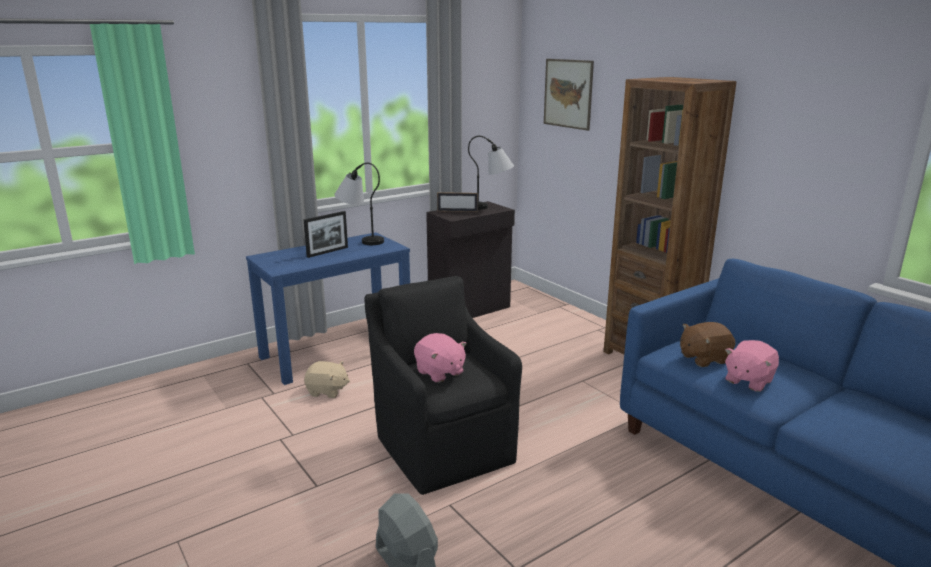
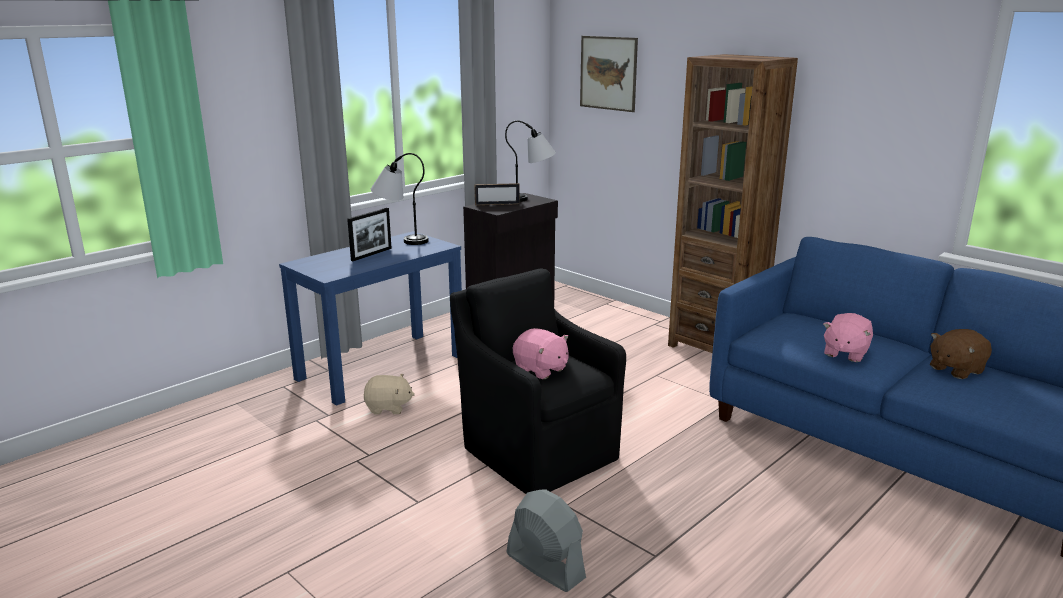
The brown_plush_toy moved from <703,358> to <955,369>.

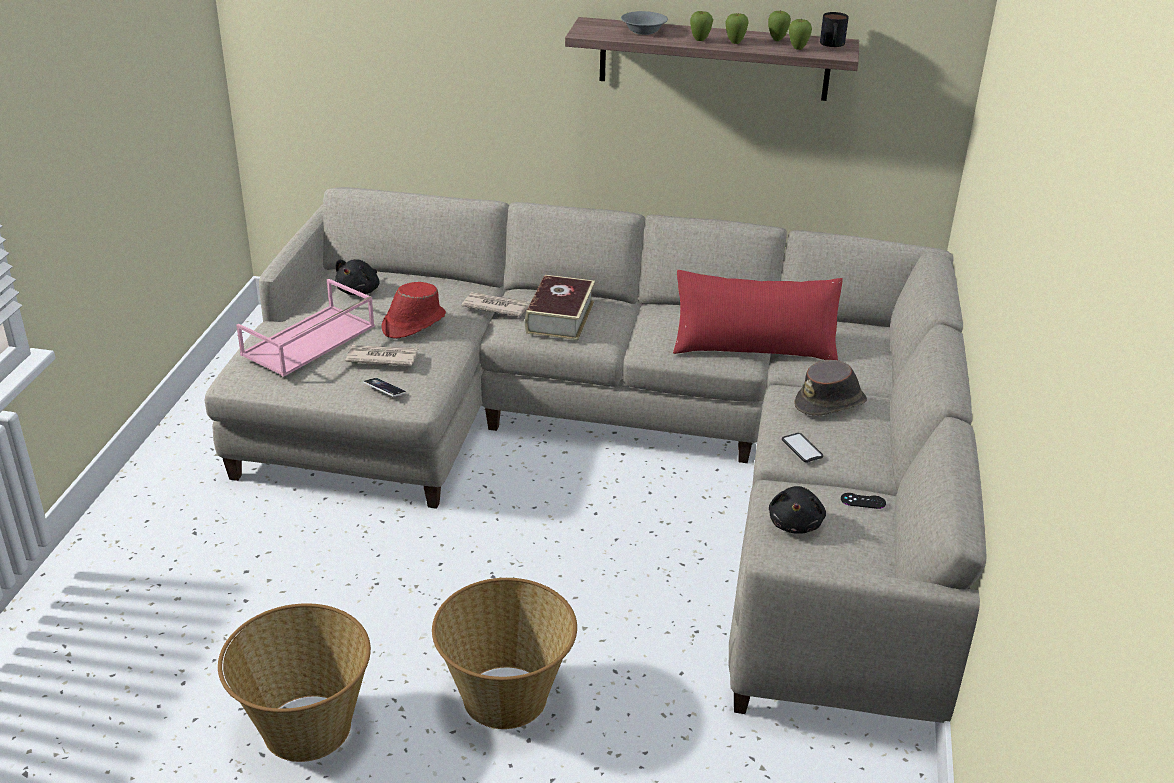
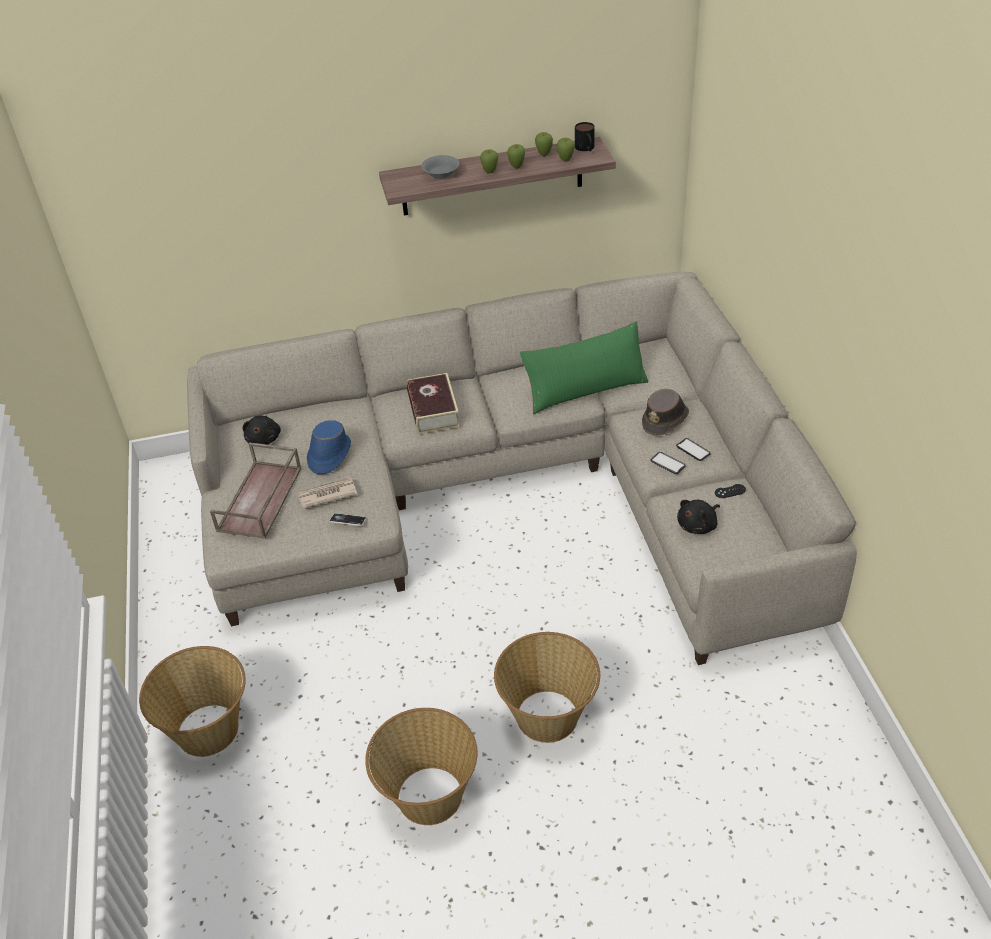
The basket at <209,730> appeared.
The pink_tray at <308,341> became the brown_tray at <260,500>.
The red_hat at <413,323> became the blue_hat at <329,455>.
The red_pillow at <754,348> became the green_pillow at <585,389>.
The phone at <693,450> appeared.
The black_plush_toy at <795,524> turned 60 degrees clockwise.
The newspaper at <495,306> disappeared.

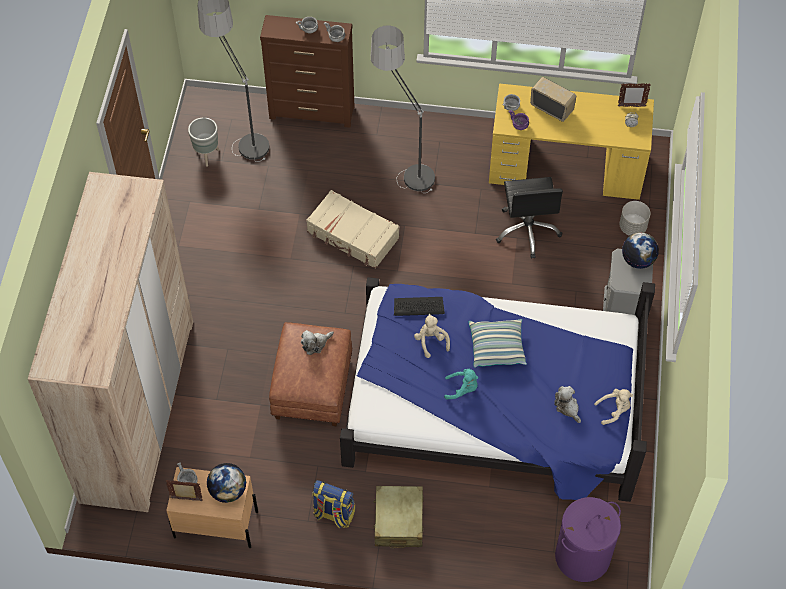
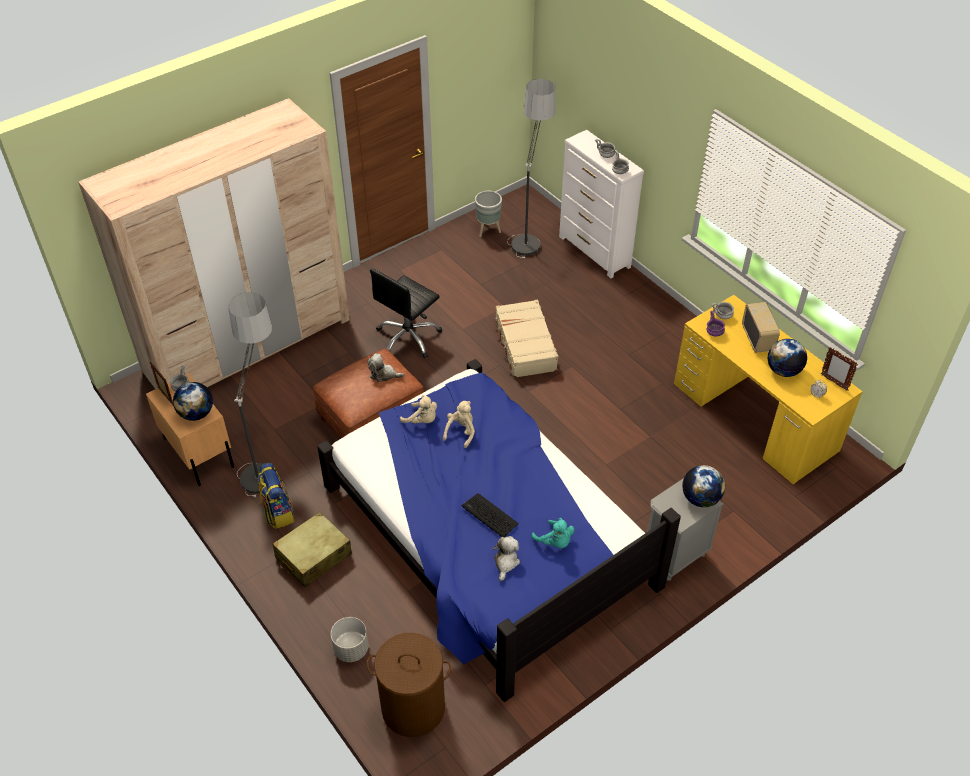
The floor_lamp moved from <403,163> to <265,457>.
The grey_planter moved from <633,227> to <351,649>.
The purple_laundry_basket at <582,556> became the brown_laundry_basket at <413,708>.
The black_office_chair moved from <527,230> to <408,337>.
The beige_plush_toy moved from <614,410> to <422,420>.
The keyboard moved from <418,307> to <489,515>.
The turquoise_plush_toy moved from <462,389> to <555,542>.
The brown_dresser at <312,112> became the white_dresser at <594,252>.
The globe at <783,370> appeared.
The pillow at <497,347> disappeared.

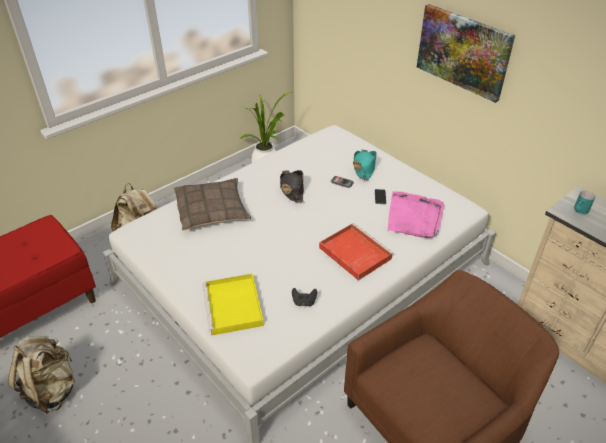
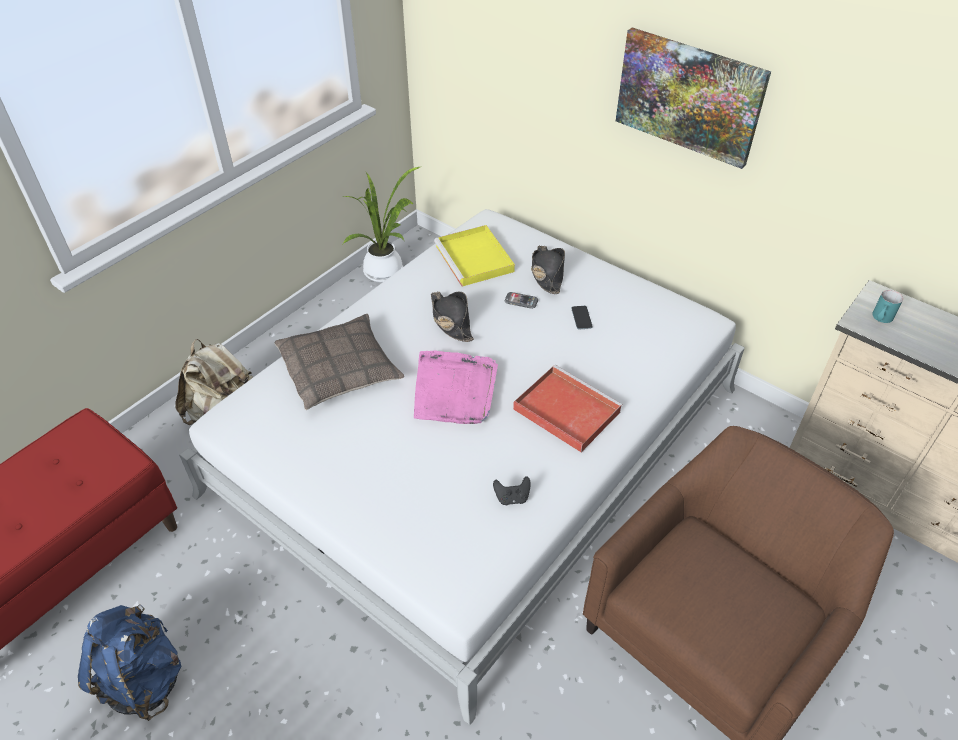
The beige_backpack at <52,389> became the blue_backpack at <144,679>.
The pink_tray moved from <414,217> to <454,390>.
The yellow_tray moved from <234,307> to <475,259>.
The turquoise_hat at <364,167> became the black_hat at <547,273>.

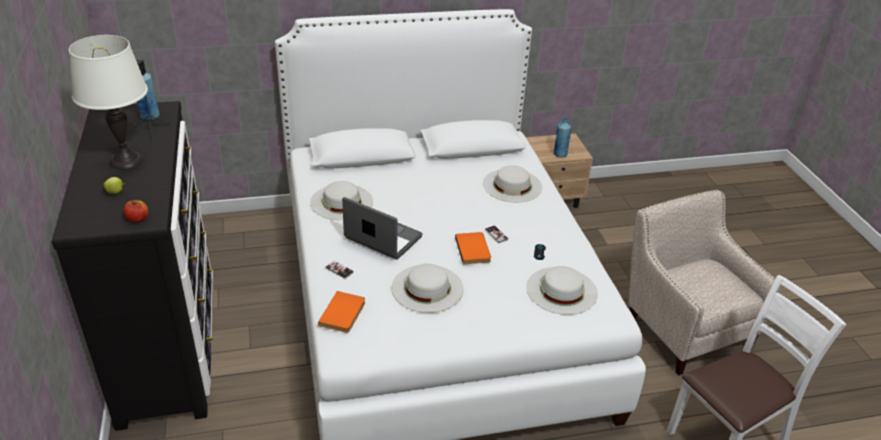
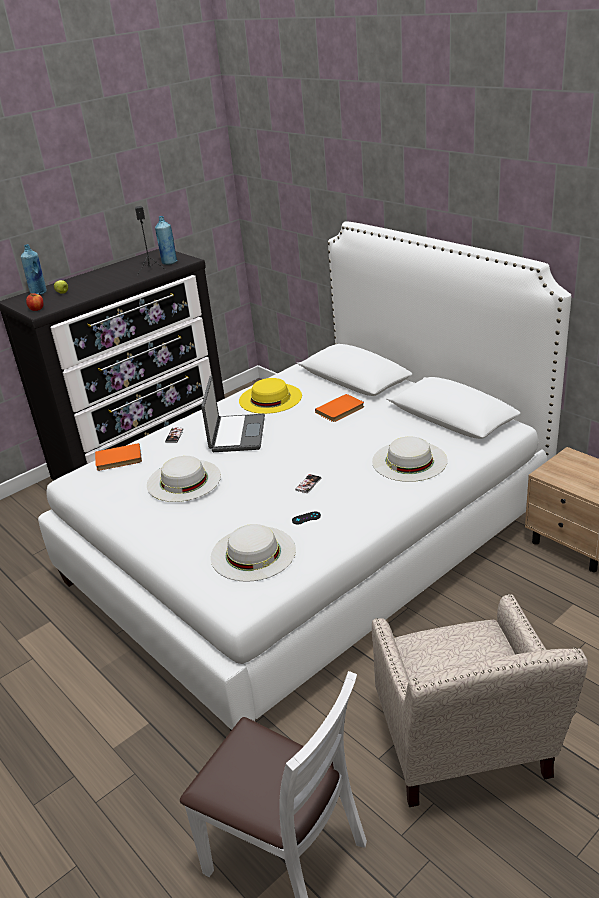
The blue_bottle moved from <560,154> to <39,293>.
The white_hat at <341,202> became the yellow_hat at <270,398>.
The orange_book moved from <474,249> to <341,410>.
The beige_armchair at <683,327> turned 135 degrees clockwise.
The white_table_lamp at <126,161> disappeared.

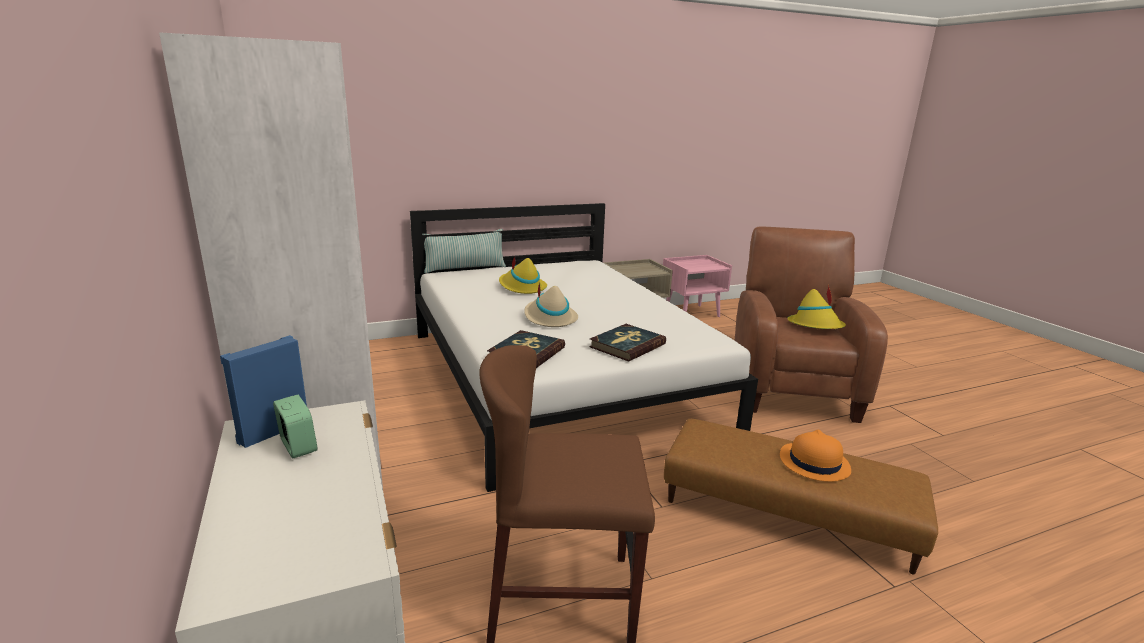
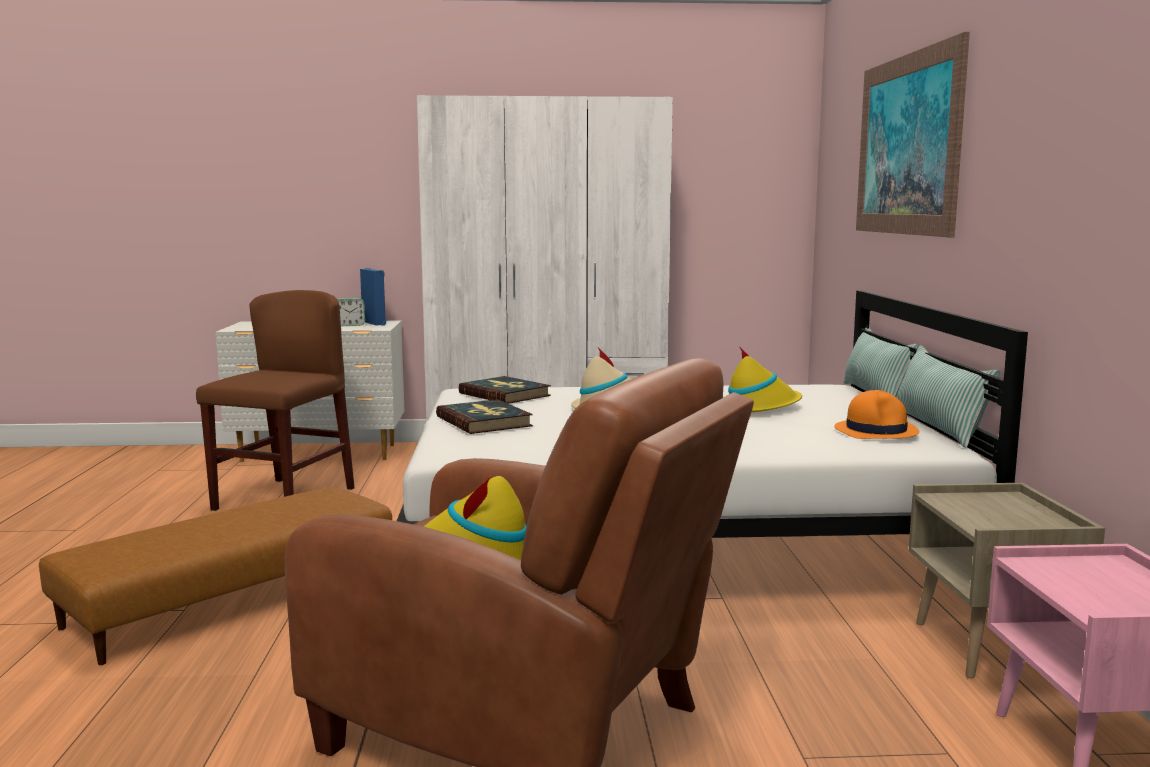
The orange_hat moved from <813,463> to <876,431>.
The picture at <906,145> appeared.
The pillow at <938,428> appeared.

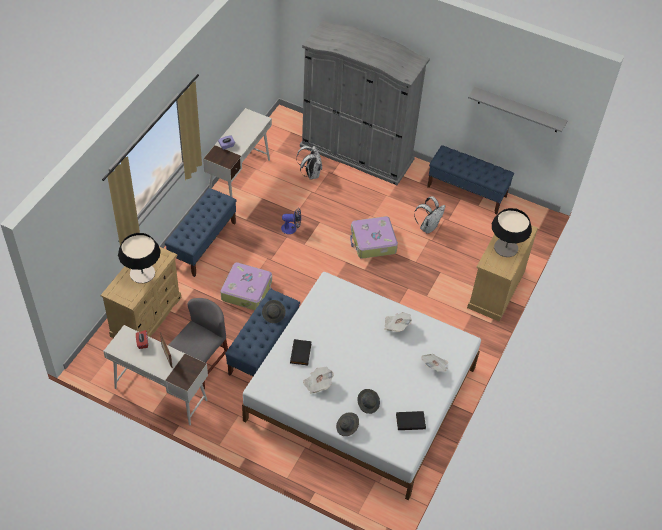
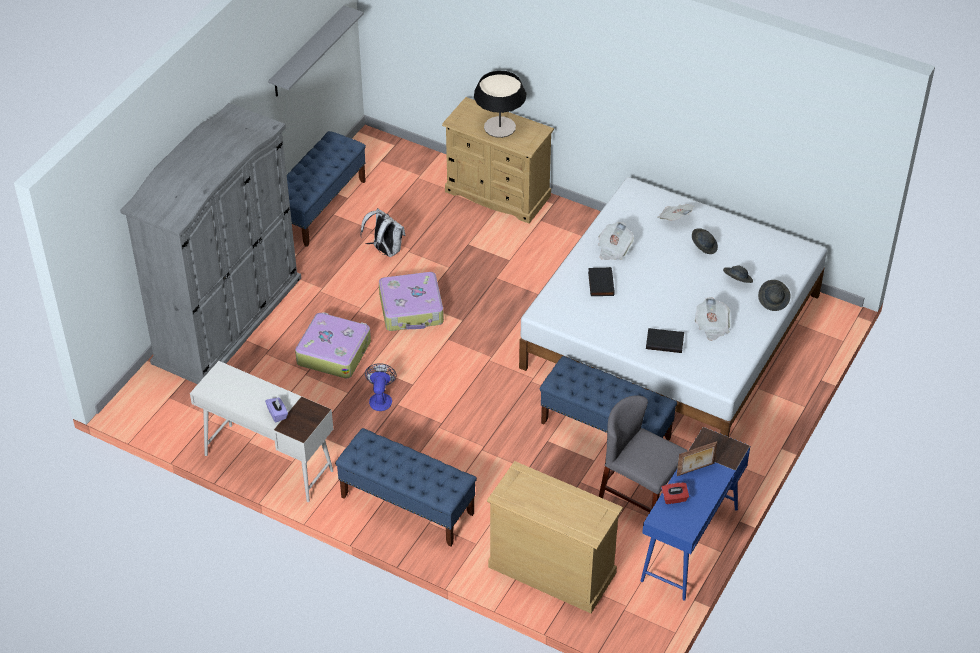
The suitcase moved from <247,291> to <333,352>.
The black_book moved from <410,421> to <600,283>.
The white_desk at <160,394> became the blue_desk at <689,545>.
The grey_hat moved from <274,315> to <704,246>.
The table_lamp at <142,273> disappeared.
The white_backpack at <310,174> disappeared.

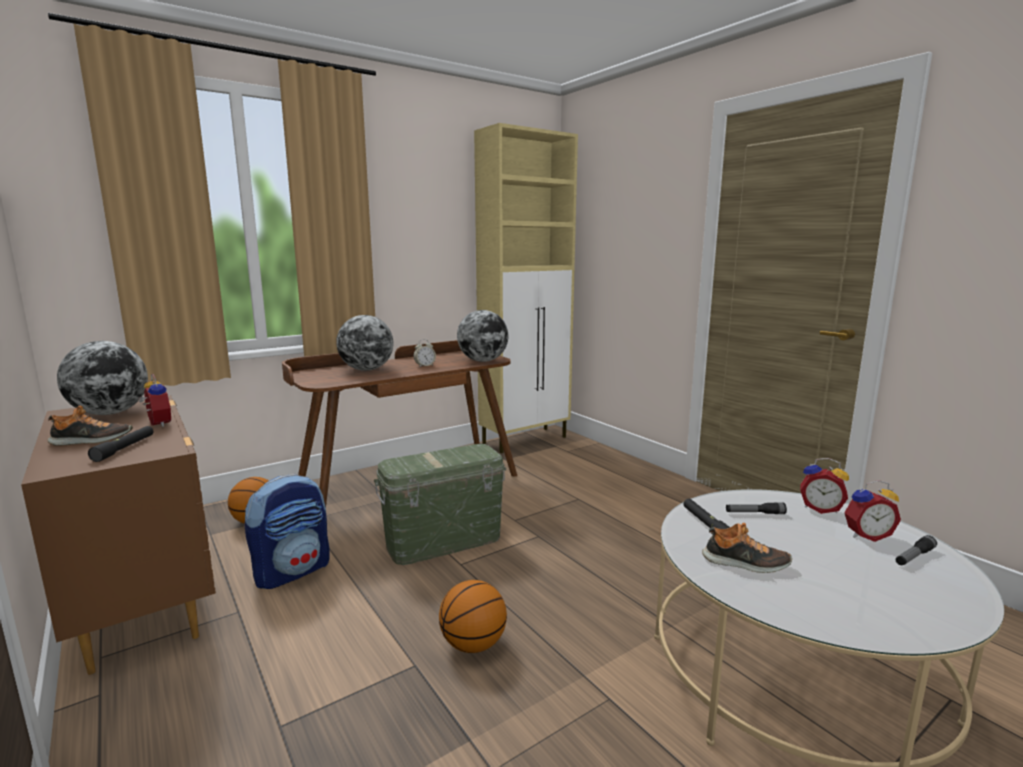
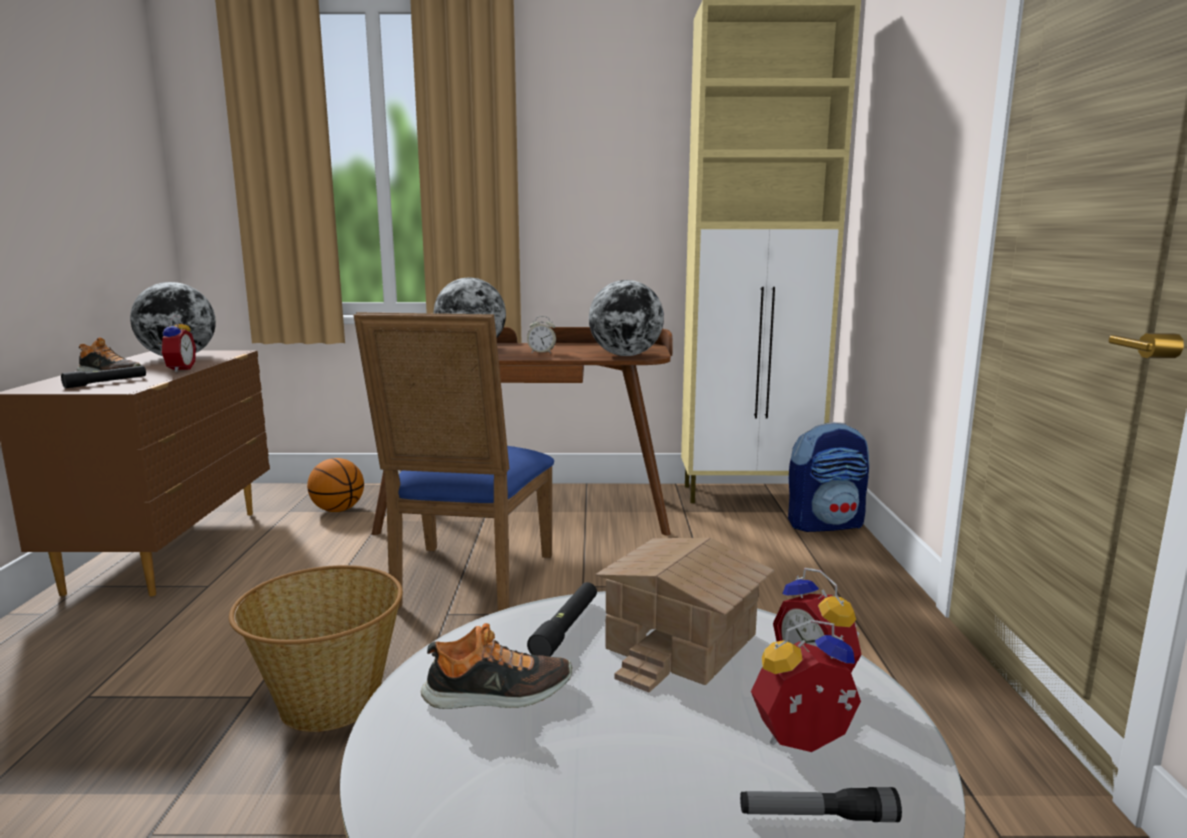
The basketball at <473,644> was replaced by the basket at <328,702>.
The green_storage_box at <443,541> was replaced by the blue_chair at <467,584>.
The shoe at <745,563> turned 60 degrees counterclockwise.
The flashlight at <754,513> was replaced by the toy_house at <678,640>.
The alarm_clock at <866,535> turned 135 degrees clockwise.
The backpack moved from <293,571> to <825,524>.

